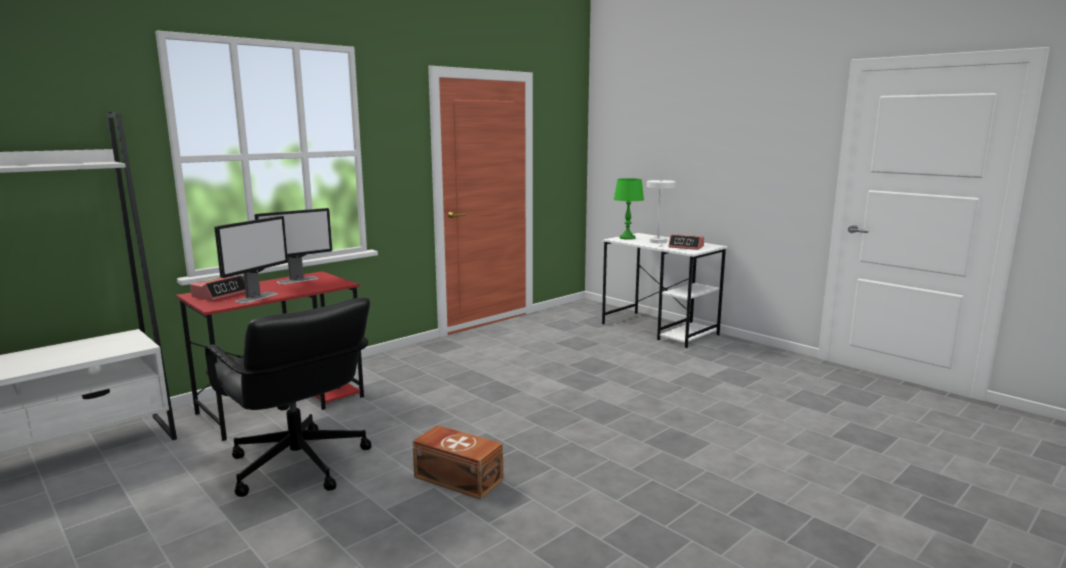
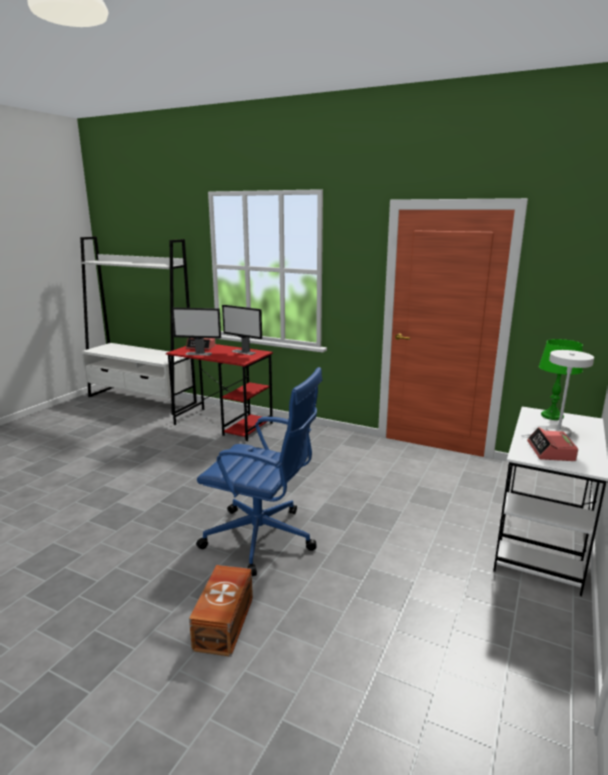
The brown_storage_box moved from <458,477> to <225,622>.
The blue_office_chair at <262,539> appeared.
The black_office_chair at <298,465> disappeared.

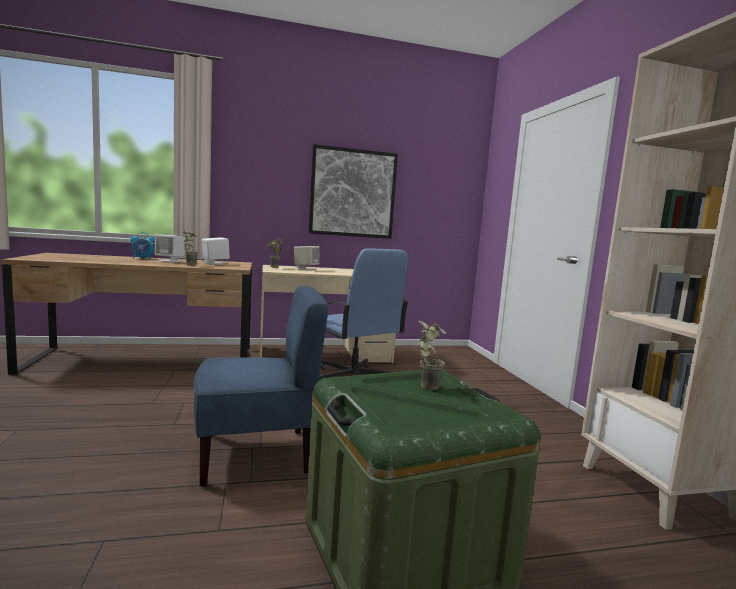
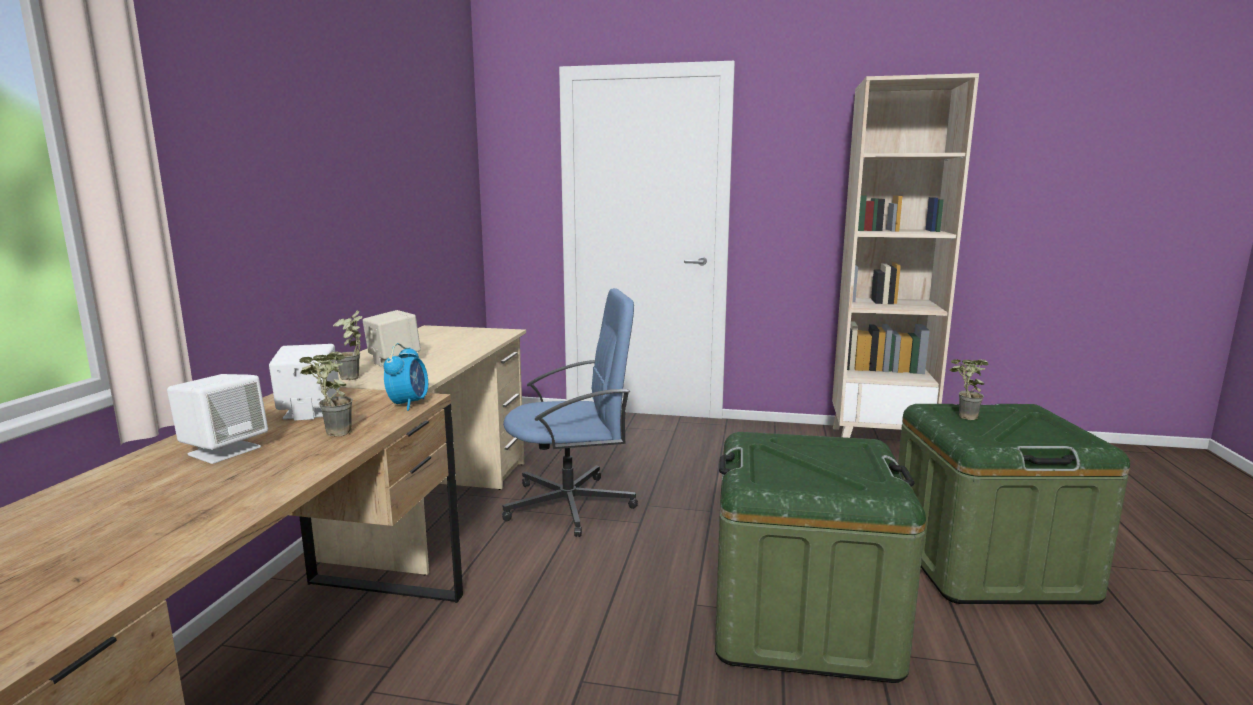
The alarm_clock moved from <142,258> to <409,404>.
The blue_chair at <256,454> was replaced by the green_storage_box at <802,620>.
The picture at <353,193> disappeared.

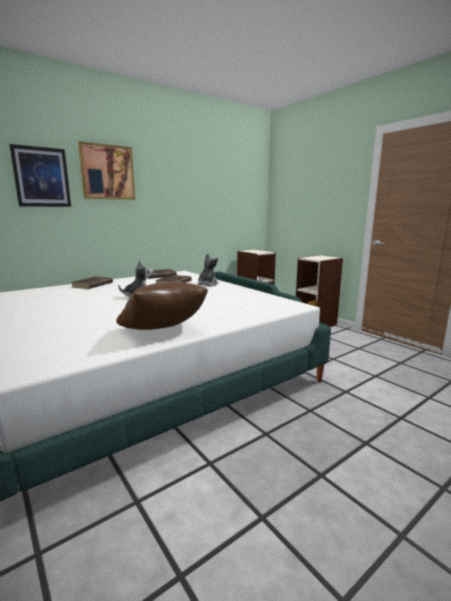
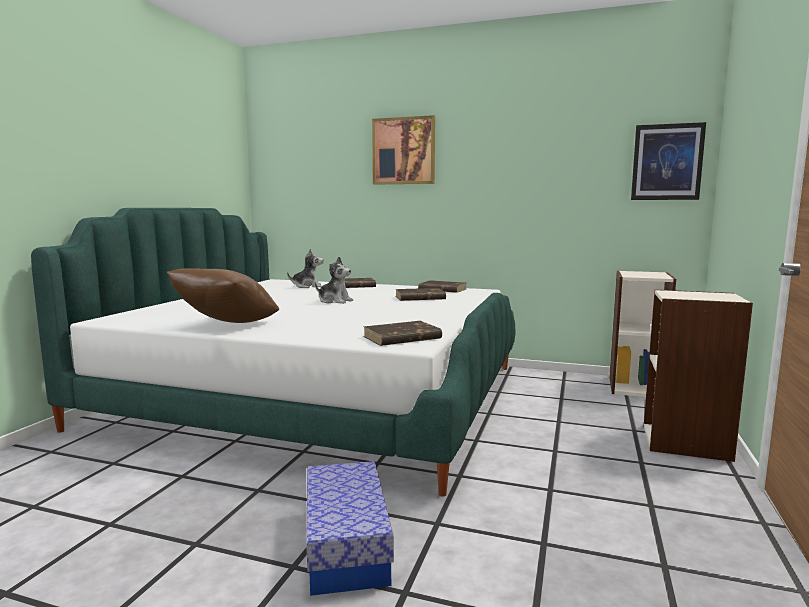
The plush_toy moved from <207,284> to <307,286>.
The storage_box at <346,545> appeared.
The brown_book at <401,338> appeared.
The picture moved from <41,177> to <667,162>.

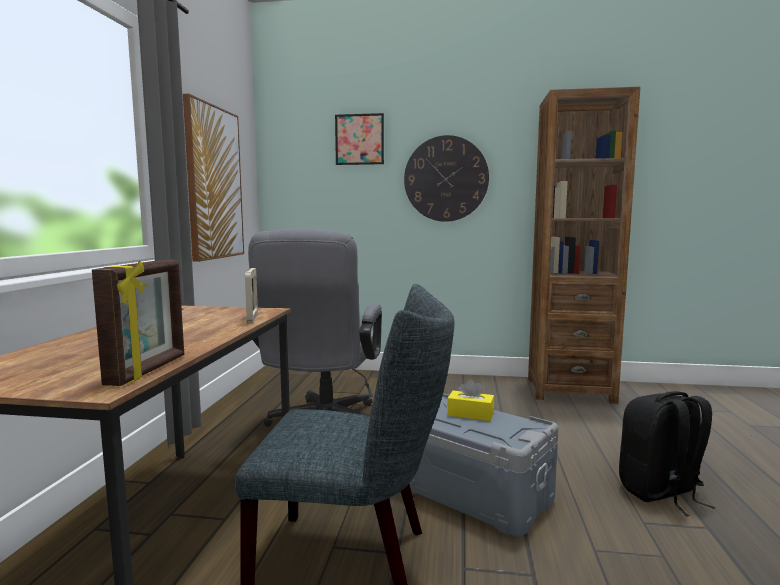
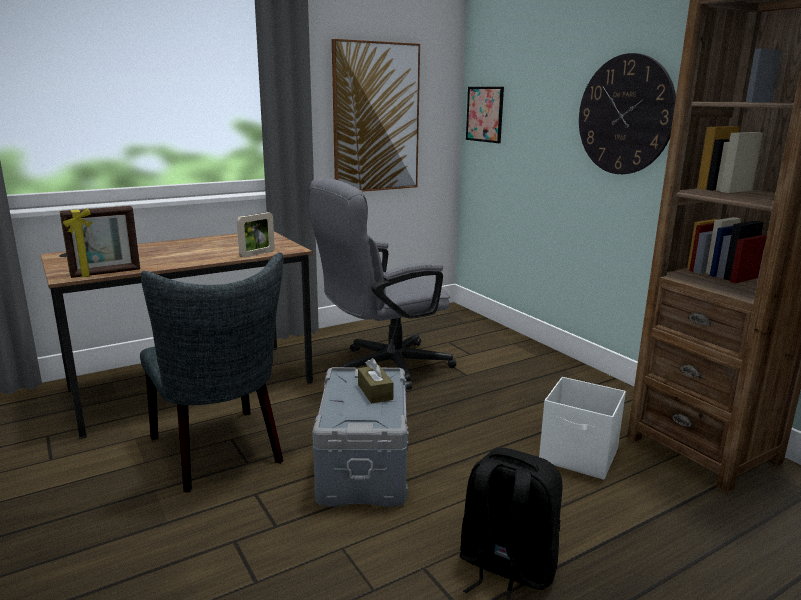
The yellow_tissue_box at <470,414> became the brown_tissue_box at <375,392>.
The picture moved from <359,139> to <485,114>.
The white_storage_box at <579,456> appeared.

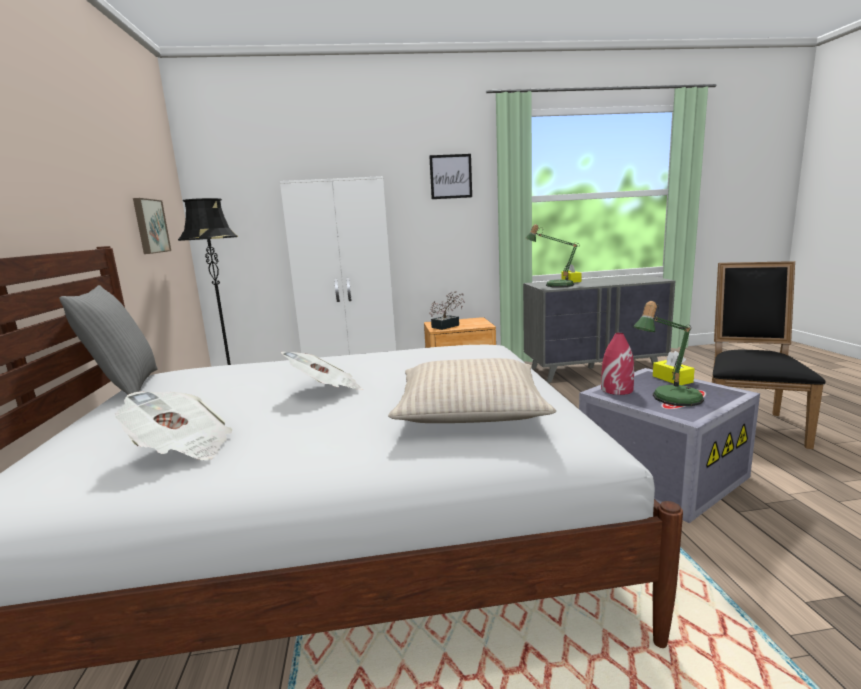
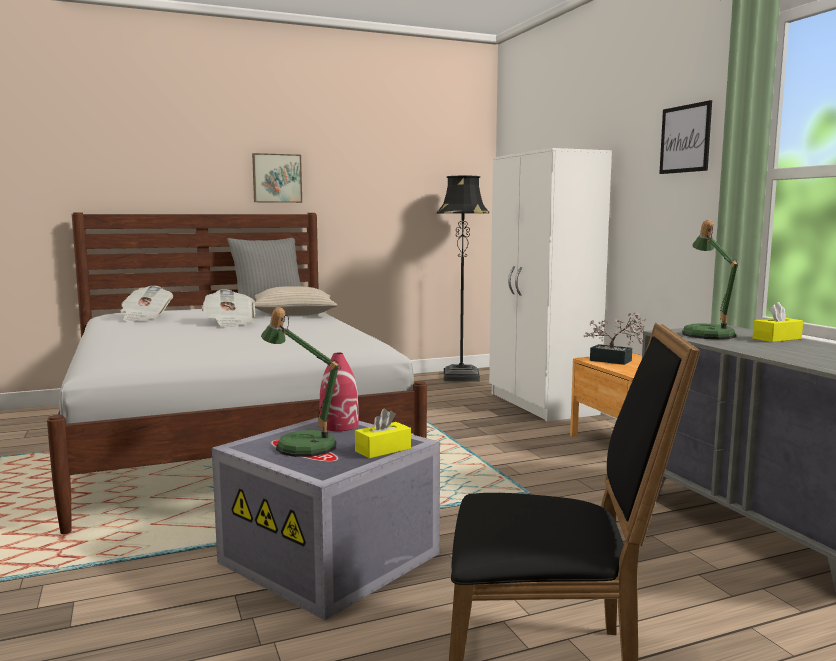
The picture moved from <150,226> to <277,178>.
The beige_pillow moved from <469,409> to <294,313>.

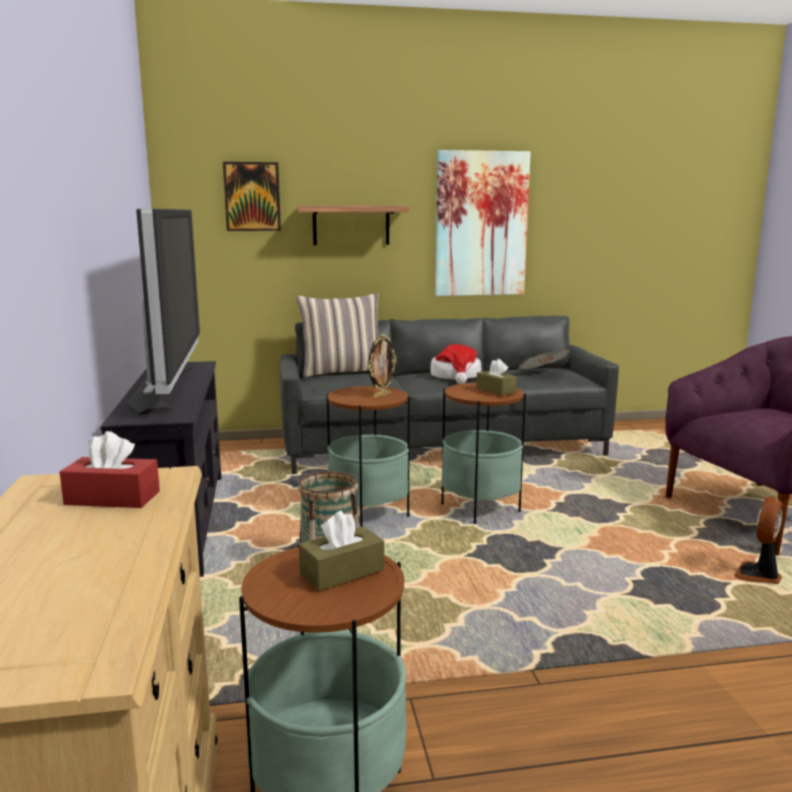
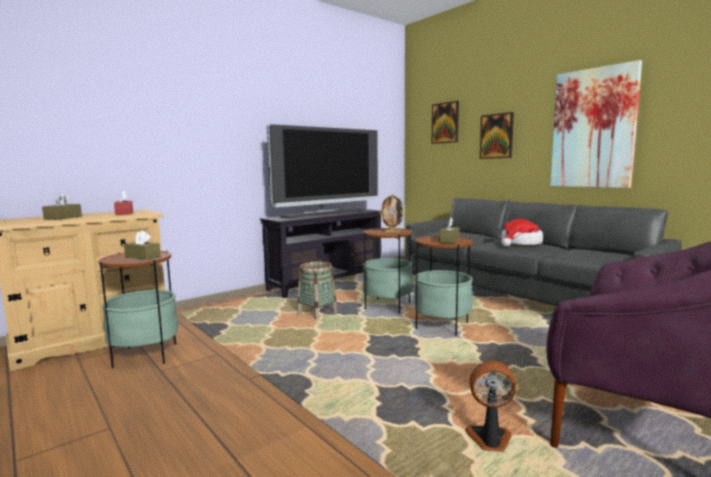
The brown_tissue_box at <63,218> appeared.
The shelf at <351,225> was replaced by the picture at <496,136>.
The pillow at <342,372> disappeared.
The newspaper at <542,373> disappeared.

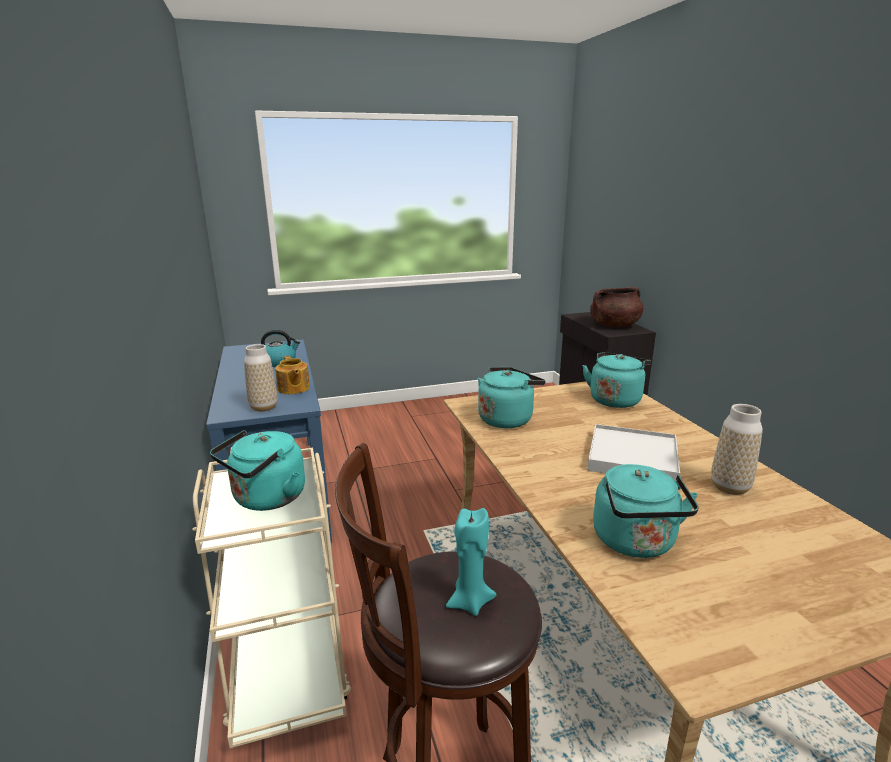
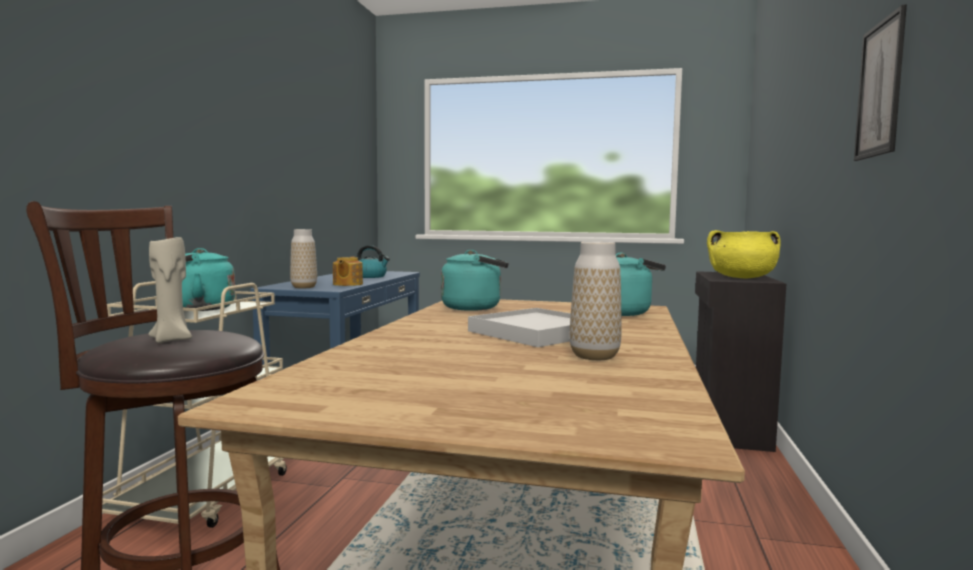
The turquoise_candle at <469,602> became the beige_candle at <172,340>.
The brown_cooking_pot at <614,325> became the yellow_cooking_pot at <741,278>.
The picture at <880,89> appeared.
The turquoise_kettle at <636,543> disappeared.

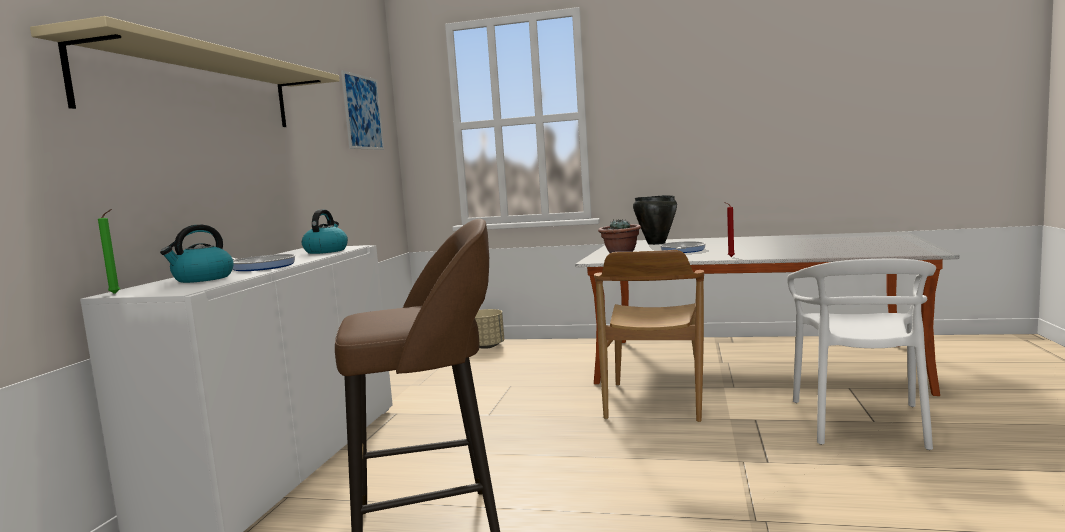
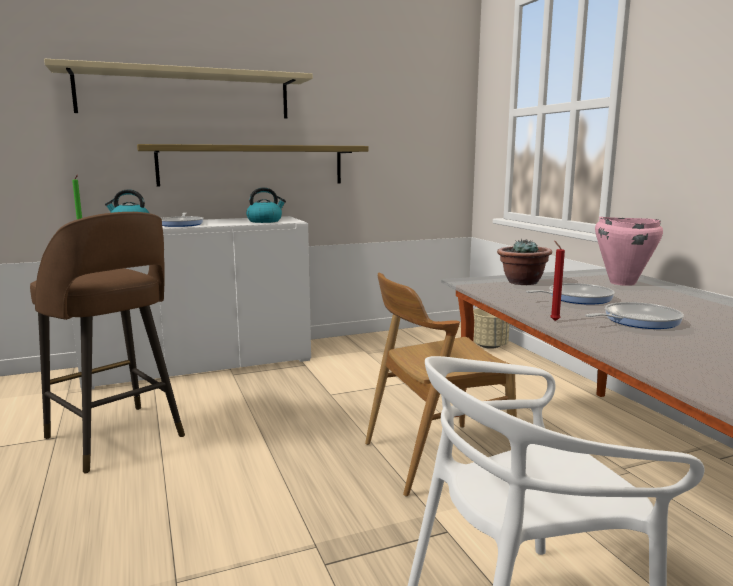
The shelf at <252,165> appeared.
The frying_pan at <637,321> appeared.
The black_cooking_pot at <656,243> became the pink_cooking_pot at <621,283>.
The picture at <363,112> disappeared.

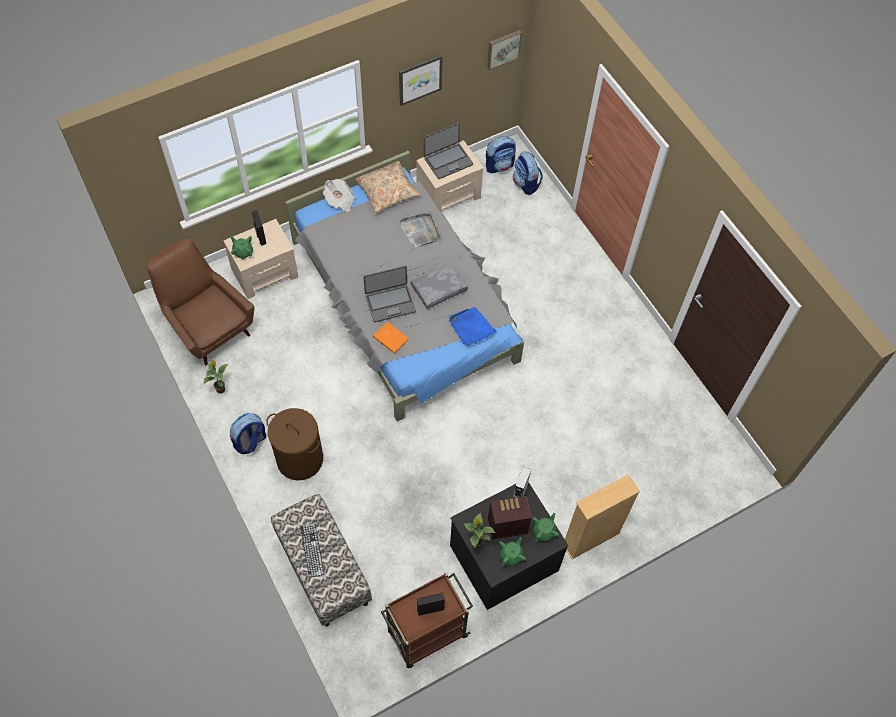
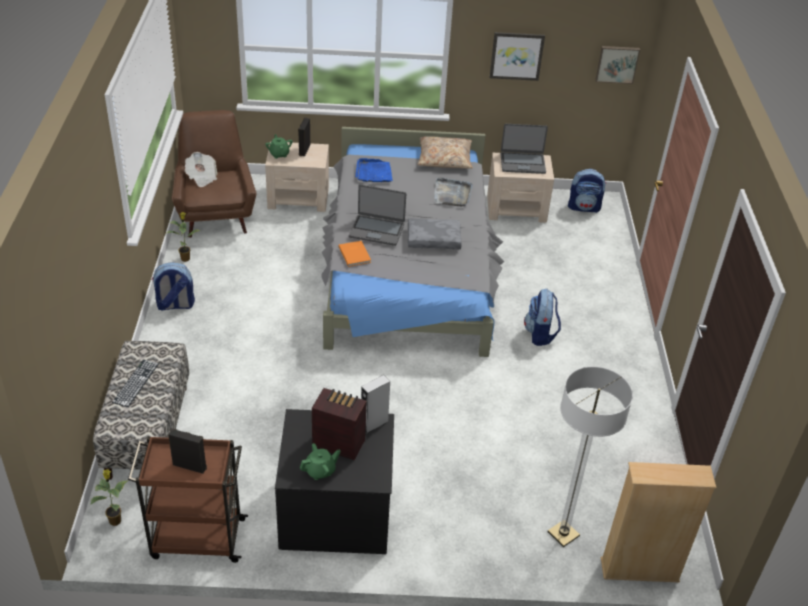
The potted_plant moved from <476,543> to <115,520>.
The newspaper moved from <339,200> to <201,177>.
The blue_tray moved from <471,327> to <373,173>.
The backpack moved from <526,184> to <540,334>.
The floor_lamp at <563,534> appeared.
The beige_bookcase moved from <591,538> to <639,570>.
The brown_laundry_basket at <299,459> disappeared.
The green_teapot at <544,532> disappeared.

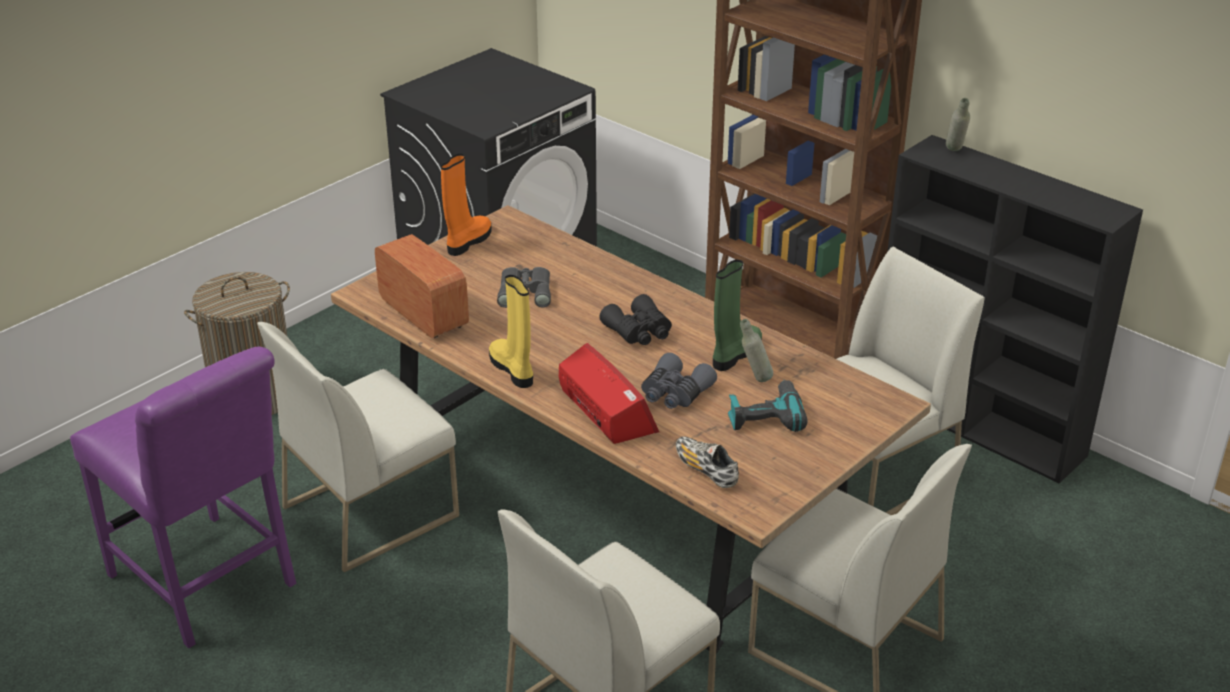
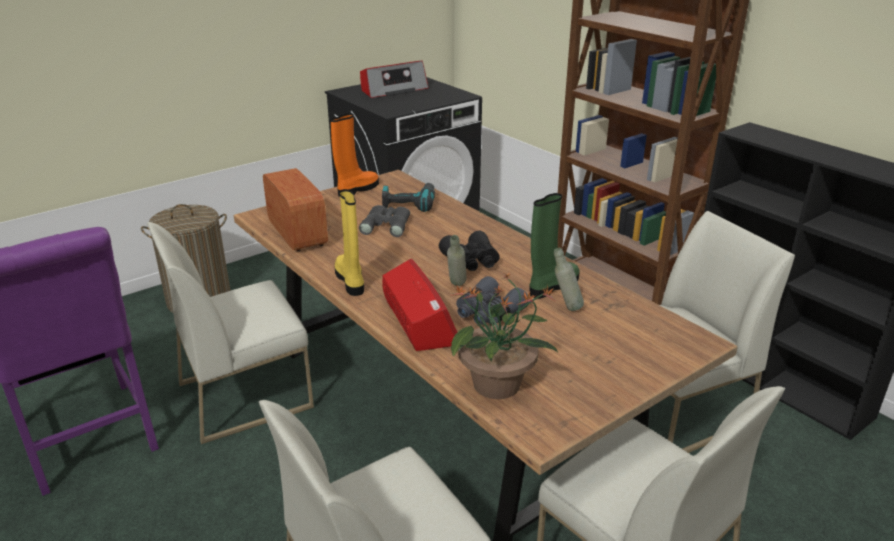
The radio at <393,90> appeared.
The power_drill moved from <765,415> to <409,203>.
The grey_bottle moved from <955,152> to <456,287>.
The shoe at <705,470> was replaced by the potted_plant at <498,385>.

